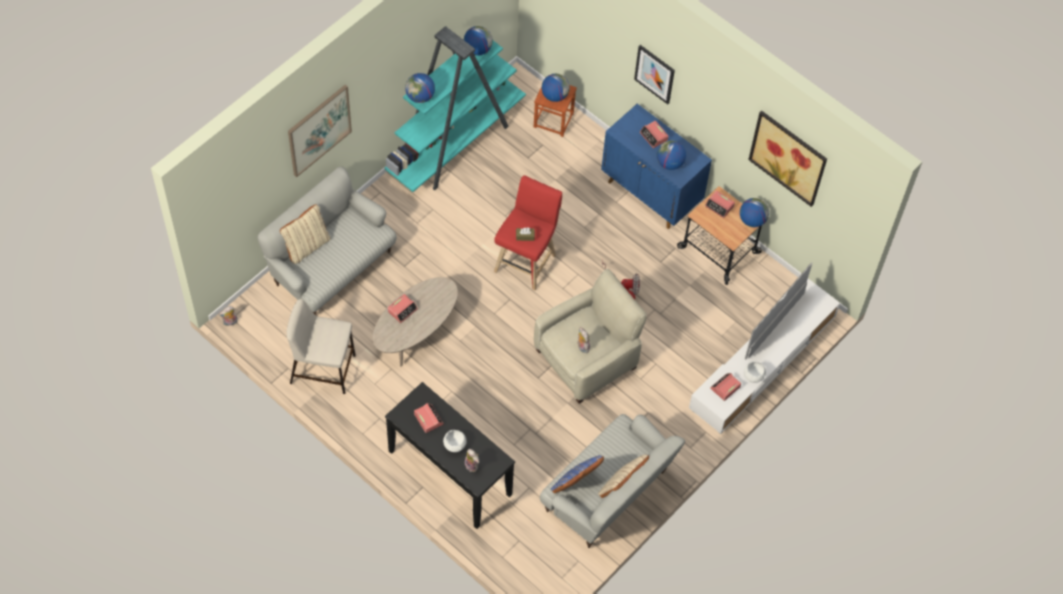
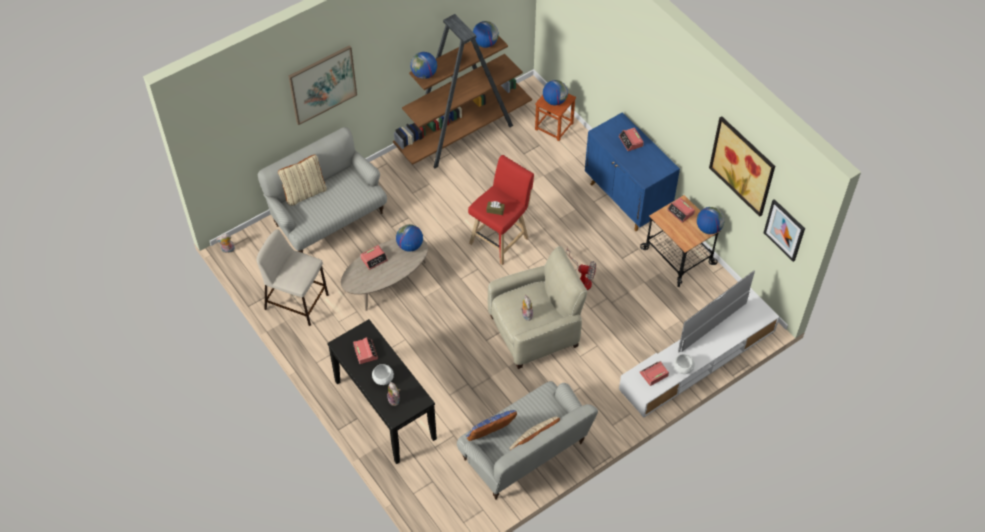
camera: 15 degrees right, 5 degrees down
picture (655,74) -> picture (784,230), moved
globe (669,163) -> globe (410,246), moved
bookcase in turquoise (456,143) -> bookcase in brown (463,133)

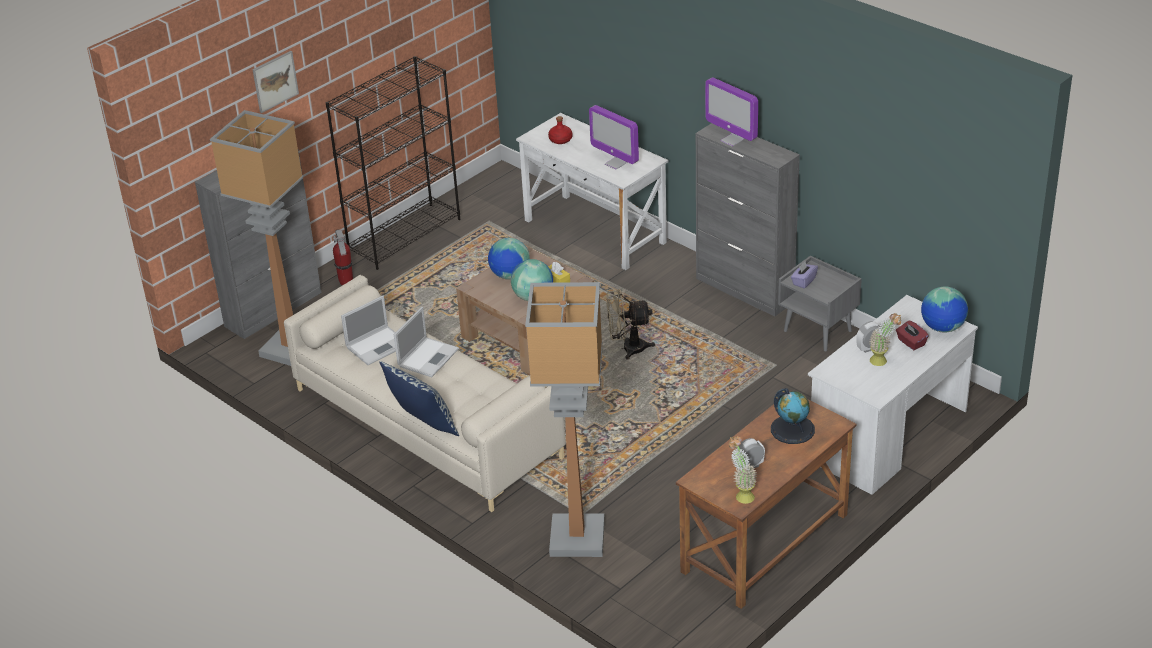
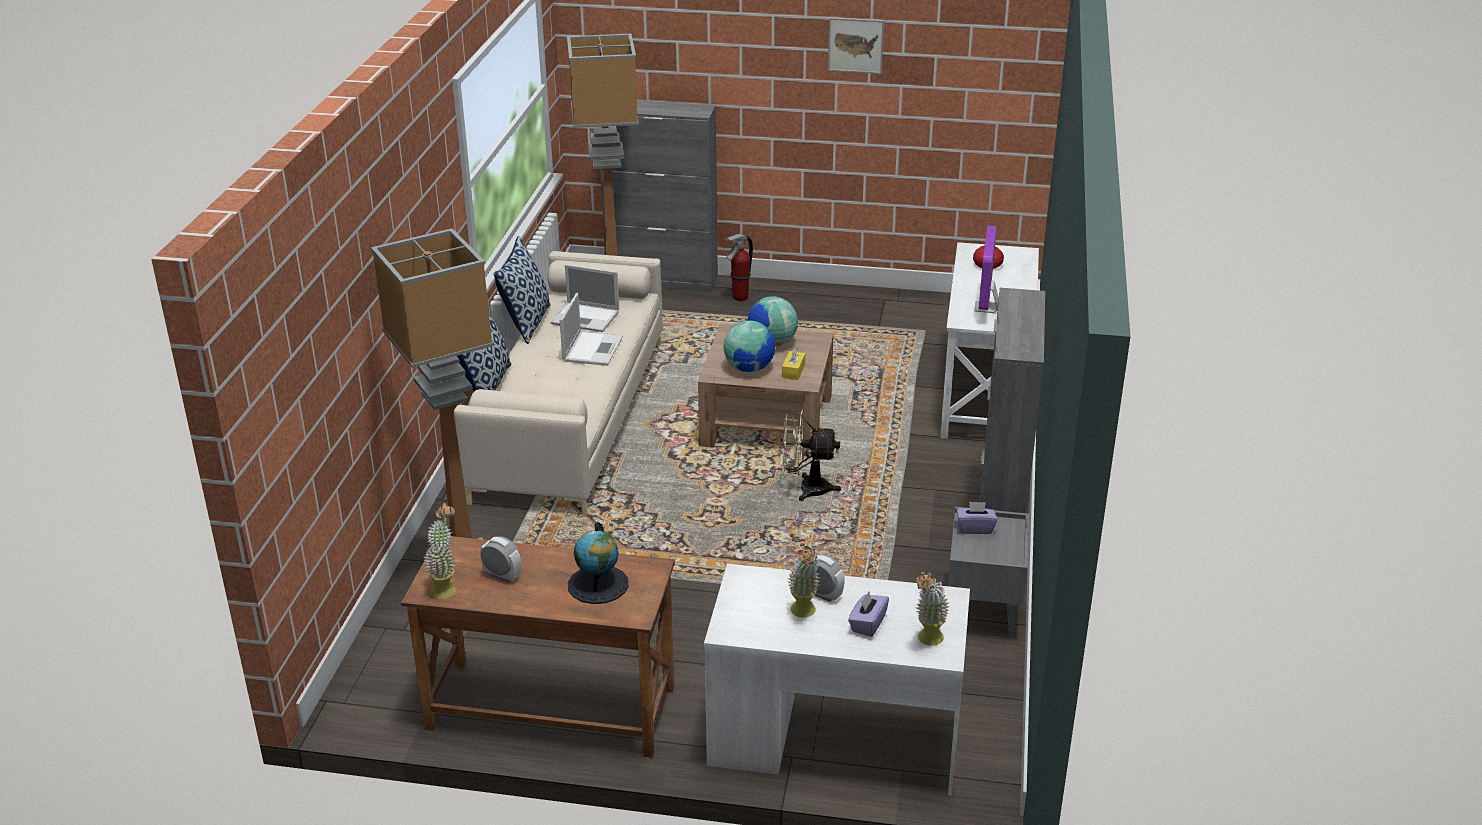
camera: 55 degrees right, 5 degrees down
bookcase in black (405,235) -> none
monitor (732,140) -> none
none -> pillow (526,323)
picture (275,81) -> picture (855,45), moved
globe (942,328) -> potted plant (927,641)
tissue box in red (911,342) -> tissue box in purple (867,624)
laptop (428,357) -> laptop (593,348), 75 degrees counterclockwise
fan in beige (627,348) -> fan in beige (806,489), 45 degrees counterclockwise

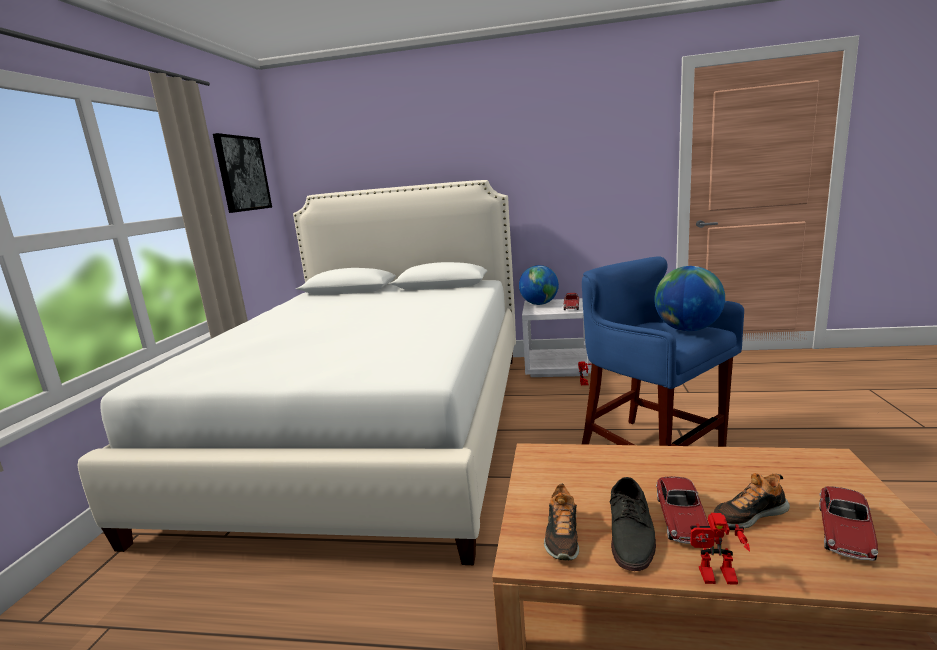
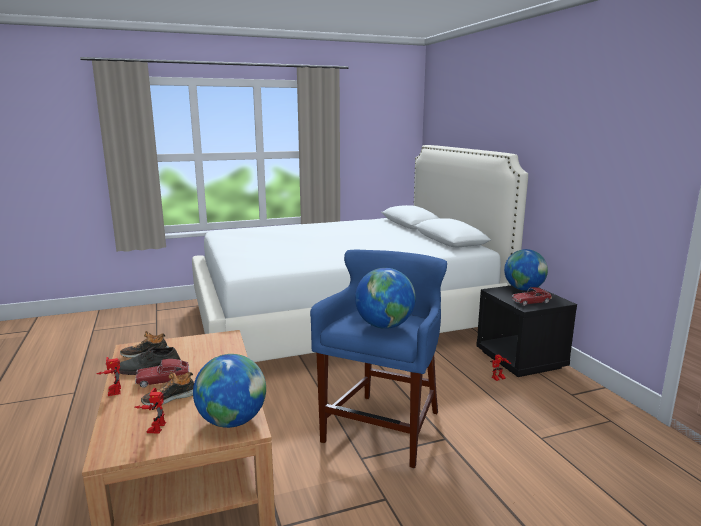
camera: 60 degrees right, 0 degrees up
picture (242,173) -> none
none -> globe (232,421)
toy car (845,532) -> toy robot (154,427)
nightstand in white (559,367) -> nightstand in black (521,360)
shoe (749,514) -> shoe (170,398), 75 degrees counterclockwise

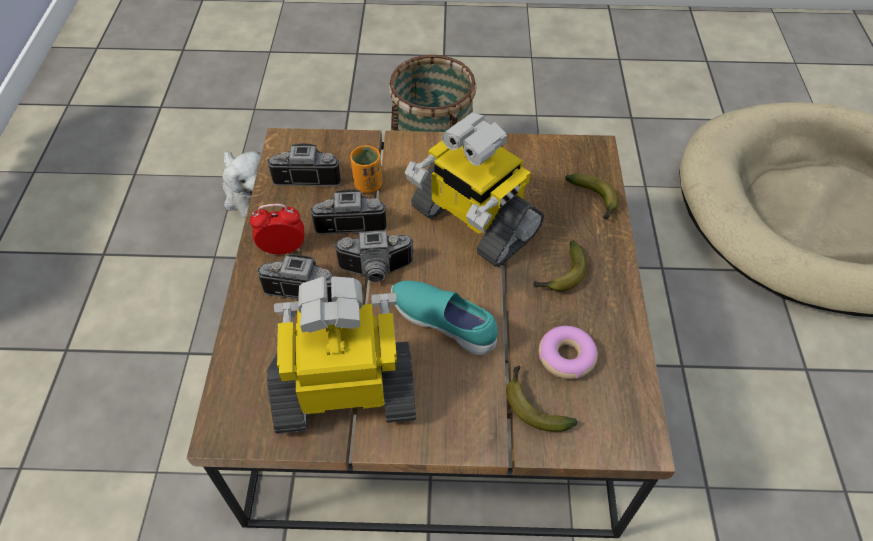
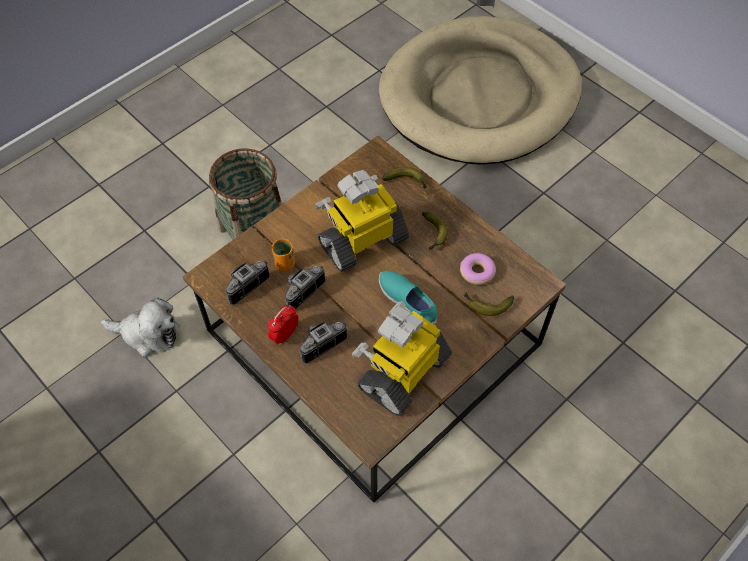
camera: 45 degrees left, 5 degrees up
photo camera (376,272) -> none
shoe in turquoise (444,323) -> shoe in turquoise (408,302), 60 degrees clockwise
toy robot (473,221) -> toy robot (362,240), 150 degrees clockwise

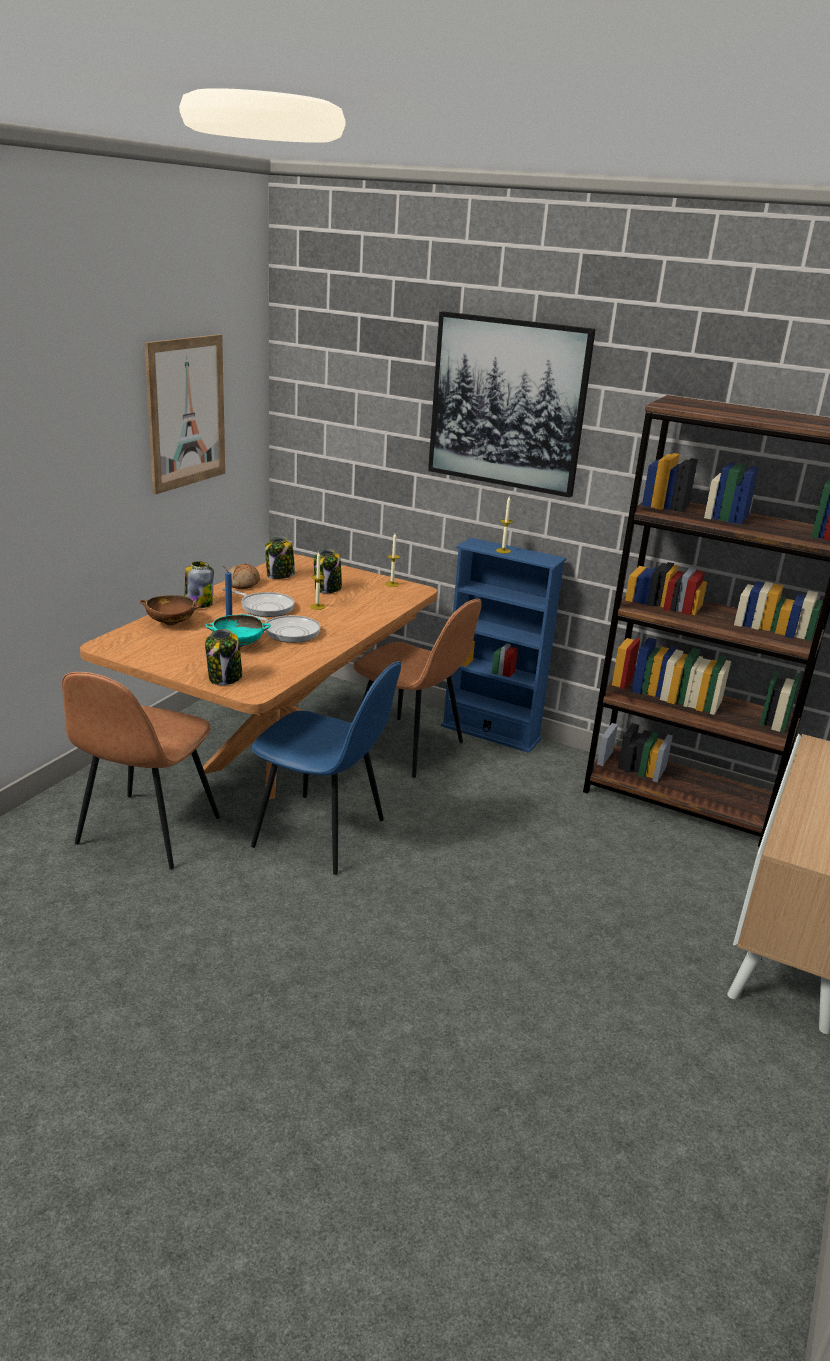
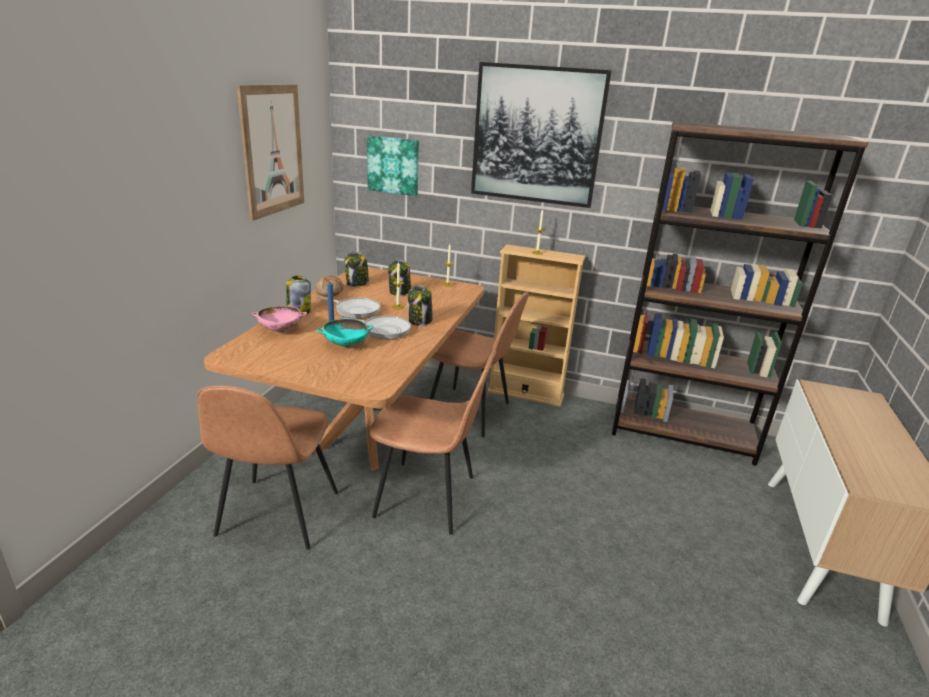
camera: 10 degrees left, 0 degrees up
none -> picture (393,165)
jar (225,678) -> jar (420,321), moved
bowl in brown (171,622) -> bowl in pink (280,330)
chair in blue (322,834) -> chair in brown (428,497)
bookcase in blue (490,732) -> bookcase in beige (526,393)

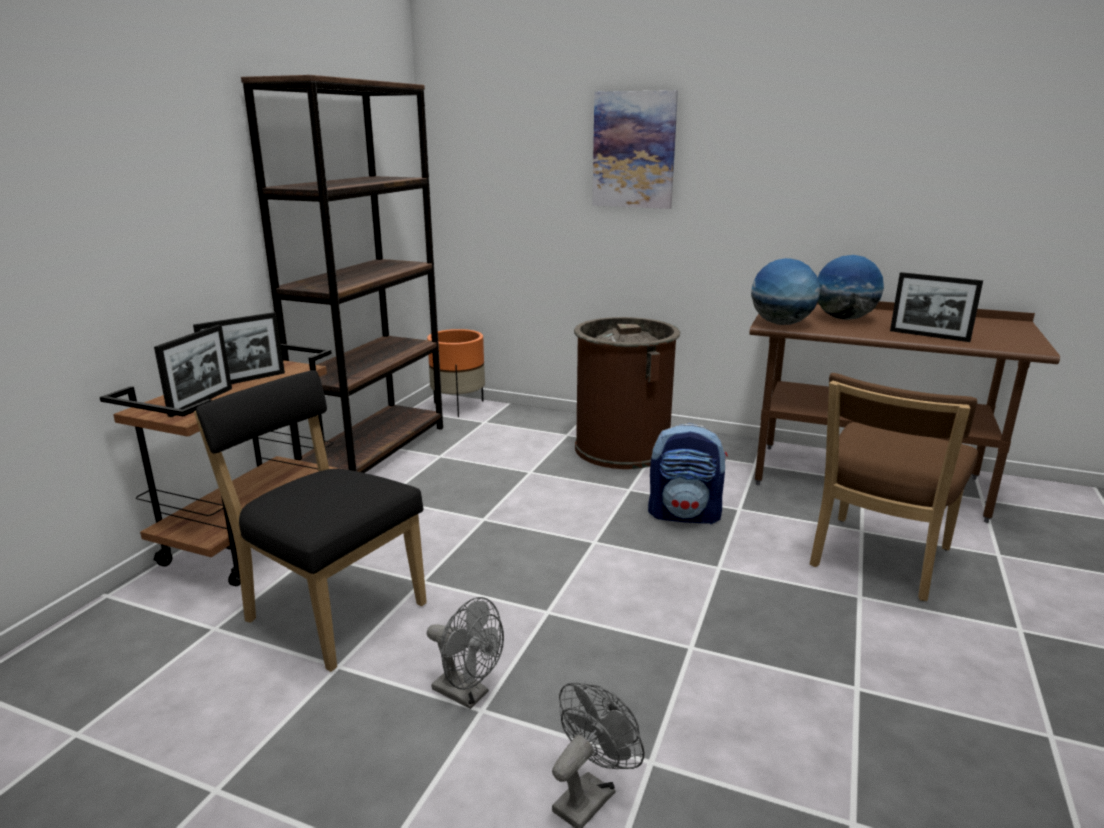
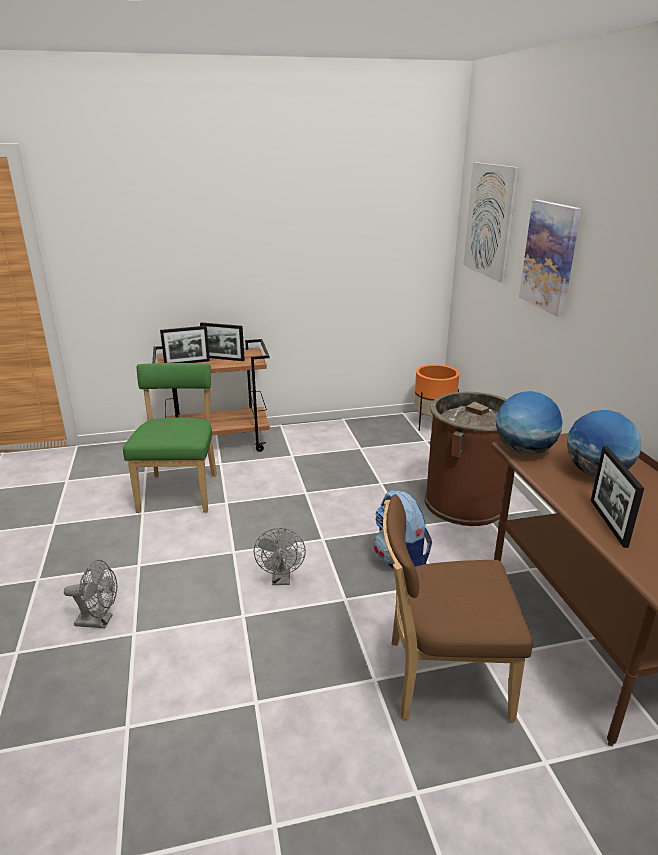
camera: 55 degrees right, 5 degrees up
bookcase in brown (375,451) -> none
none -> picture (489,221)
fan in grey (467,694) -> fan in grey (281,579), moved
chair in black (330,610) -> chair in green (180,491)

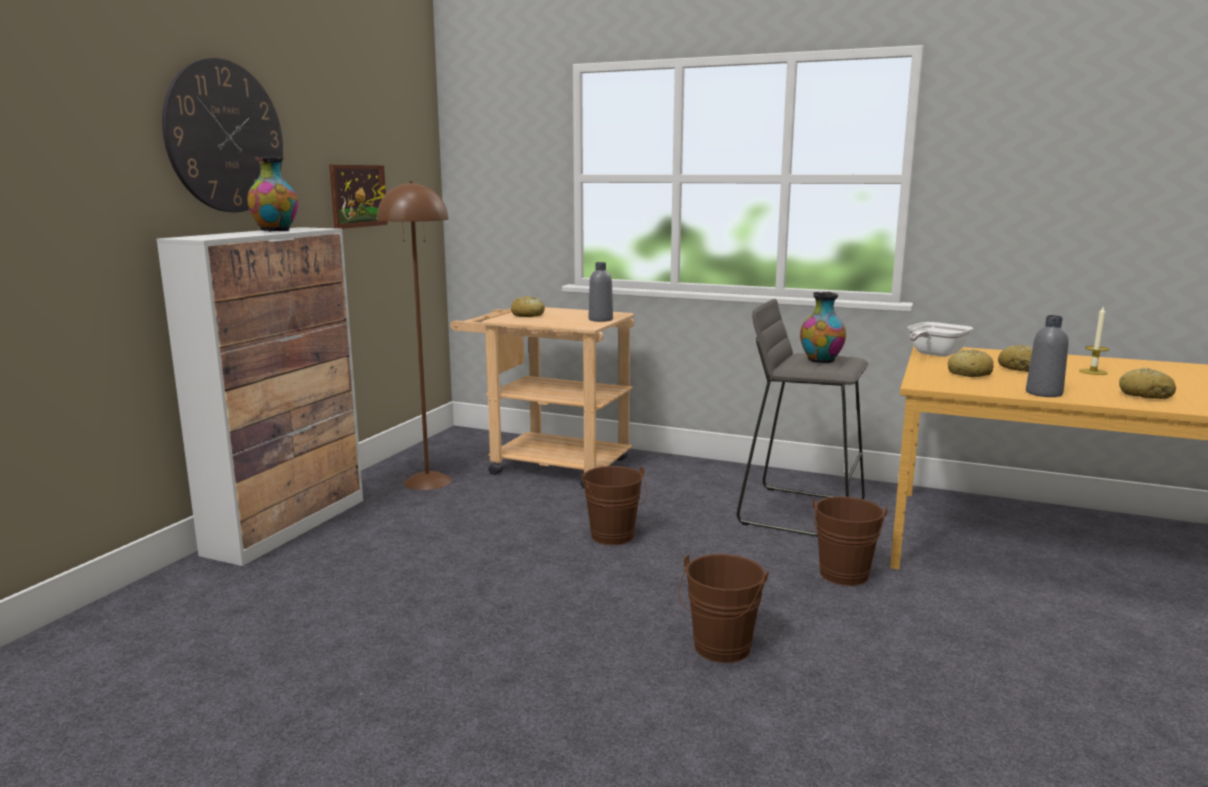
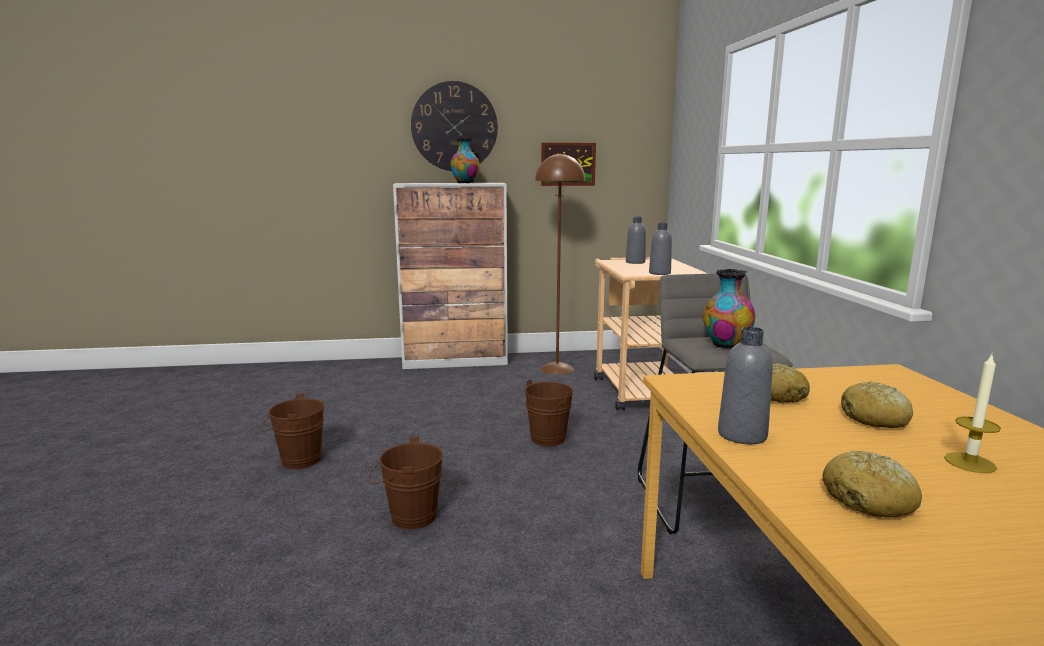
camera: 60 degrees right, 0 degrees up
frying pan (933,354) -> none
bucket in brown (843,577) -> bucket in brown (296,460), moved
bread (527,315) -> bottle in grey (635,262)

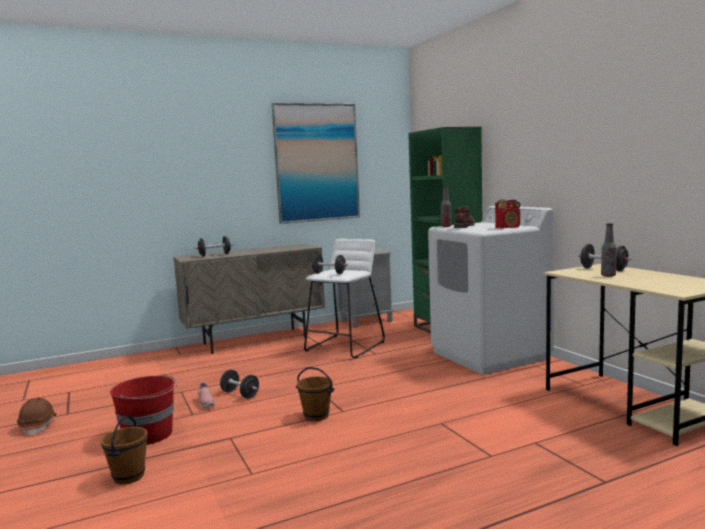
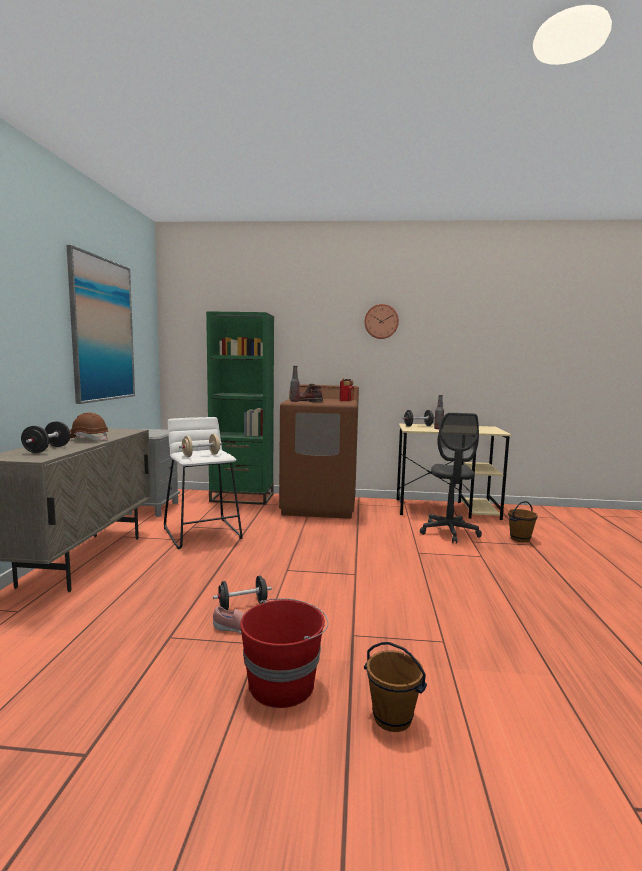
camera: 60 degrees left, 0 degrees up
none -> wall clock (381,321)
none -> office chair in grey (449,532)
hard hat in brown (39,426) -> hard hat in brown (88,439), moved
bucket in brown (316,416) -> bucket in brown (519,539), moved
dumbbell in black (329,273) -> dumbbell in beige (201,455)
washing machine in white (490,355) -> washing machine in brown (320,506)

